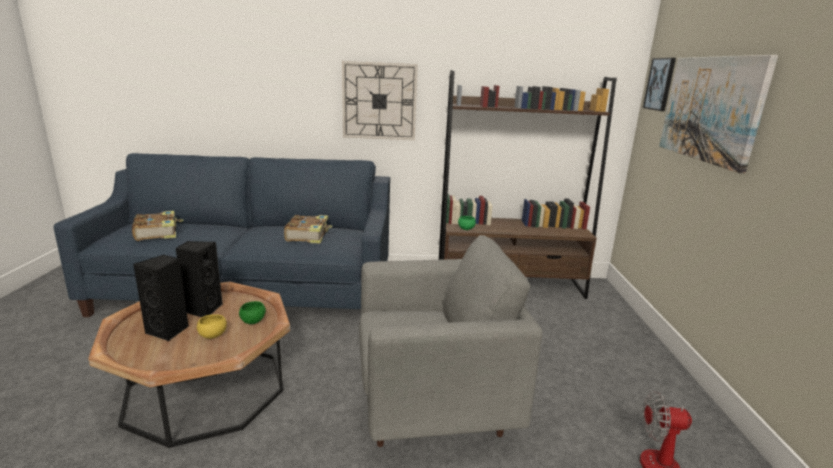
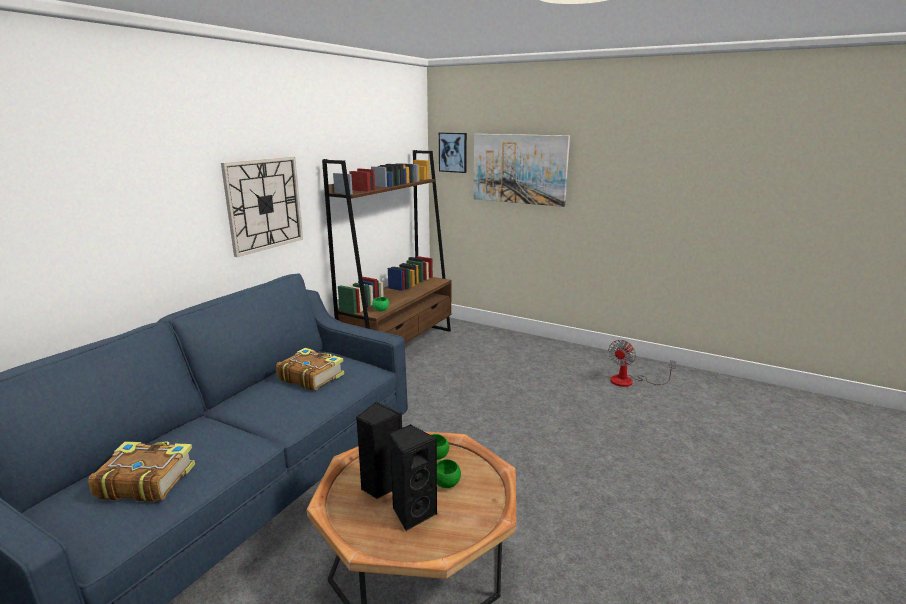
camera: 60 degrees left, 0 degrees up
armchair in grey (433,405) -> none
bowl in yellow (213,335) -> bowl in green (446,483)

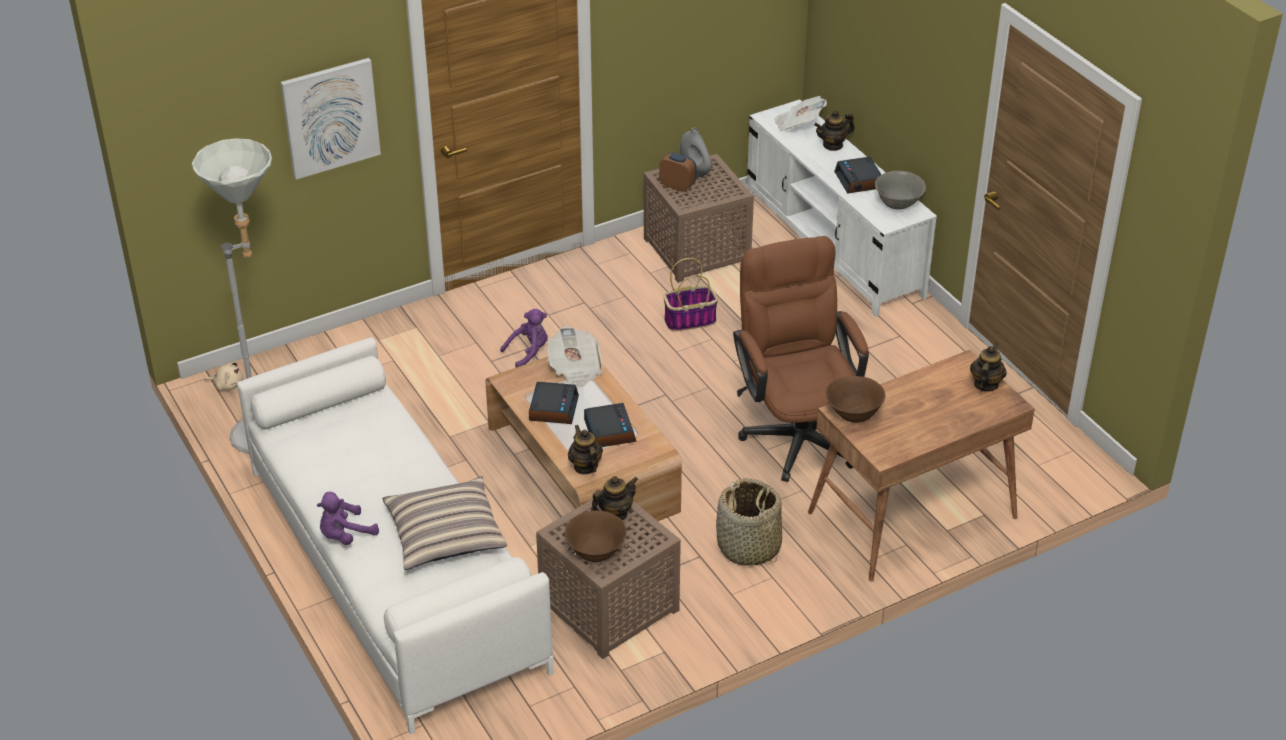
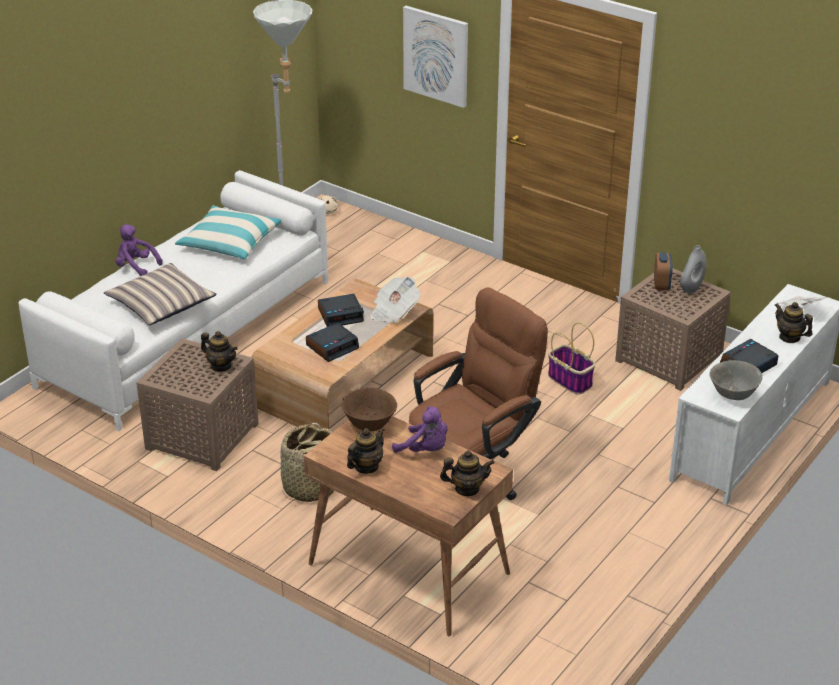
camera: 65 degrees right, 5 degrees down
bowl in brown (596,552) -> none
none -> pillow (230,242)
plush toy in purple (528,352) -> plush toy in purple (425,450), moved
teapot (585,466) -> teapot (366,467), moved

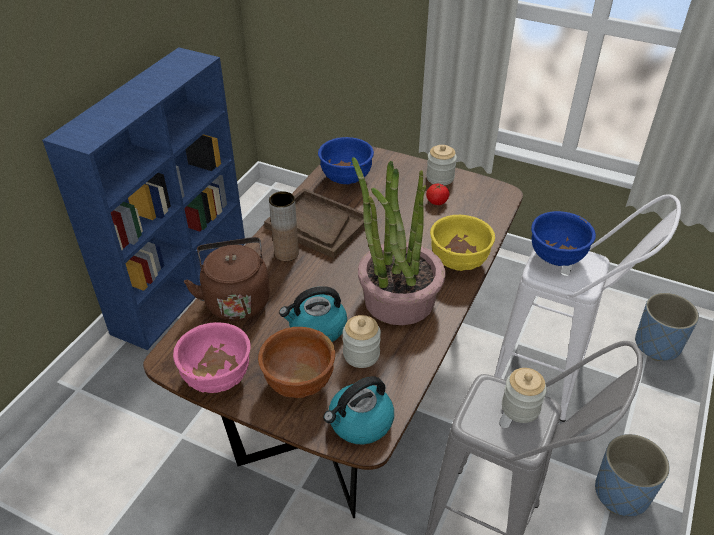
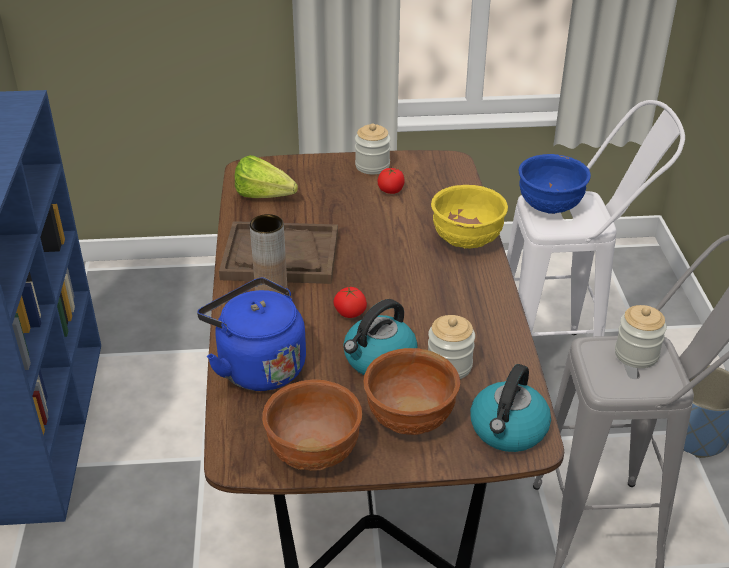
camera: 30 degrees left, 5 degrees down
potted plant (398,299) -> none
planter in blue (657,345) -> none
none -> tomato (350,313)
bowl in blue (346,178) -> lettuce (268,198)
bowl in pink (218,378) -> bowl in brown (314,453)
kettle in brown (236,299) -> kettle in blue (257,366)

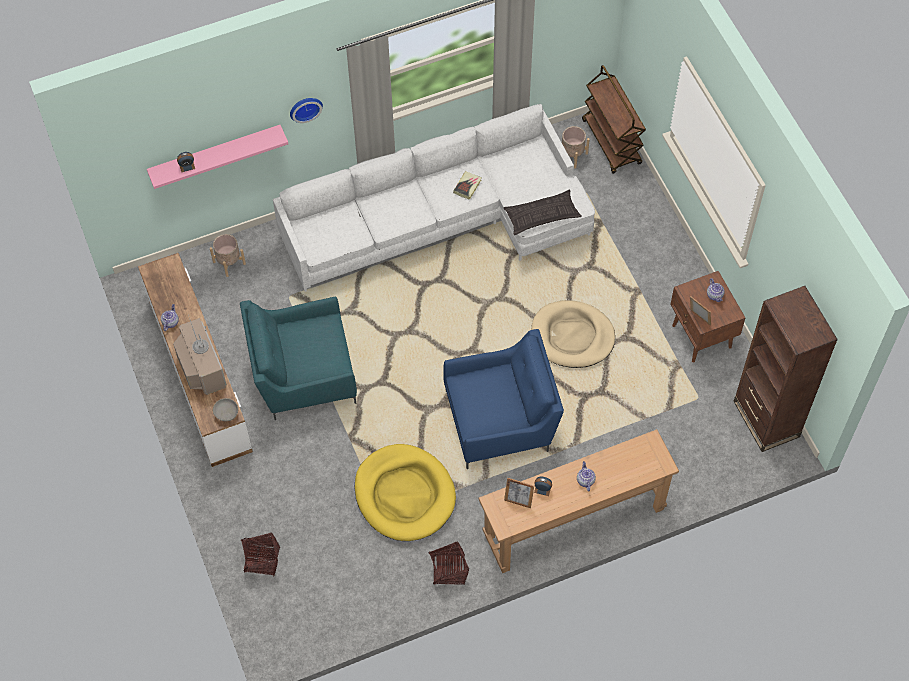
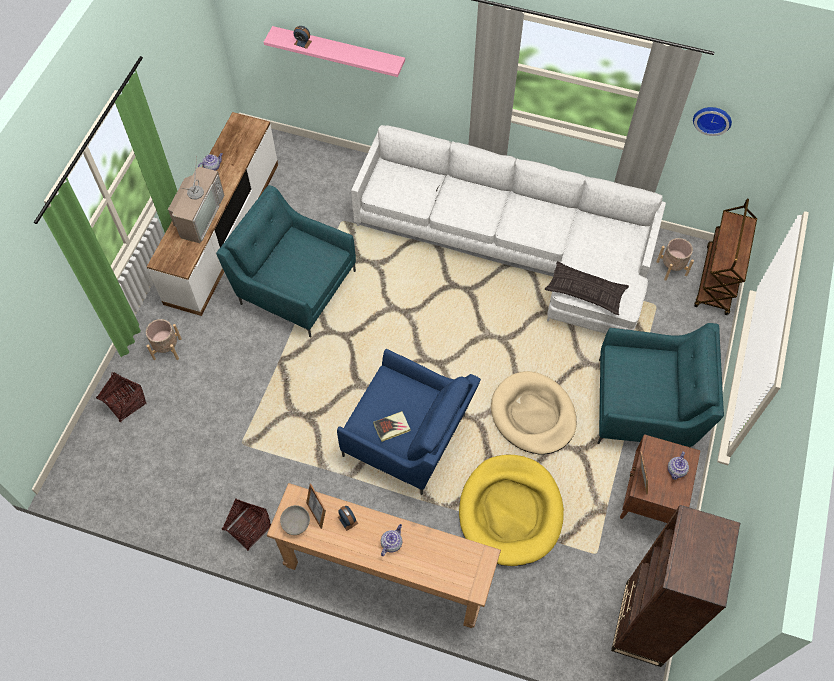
camera: 40 degrees right, 0 degrees up
none -> armchair in turquoise (647,406)
planter in beige (229,263) -> planter in beige (167,349), moved
bowl in grey (226,413) -> bowl in grey (296,523), moved
wall clock (305,107) -> wall clock (712,118), moved
dog bed in yellow (404,494) -> dog bed in yellow (510,511), moved
book (467,186) -> book (392,427), moved

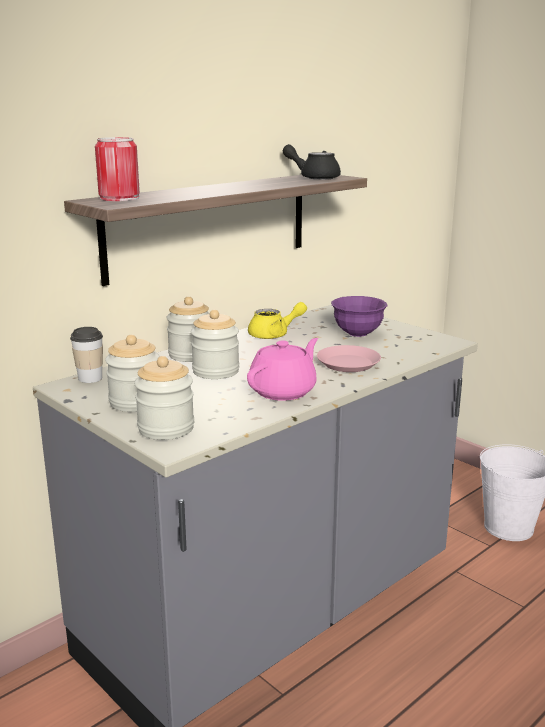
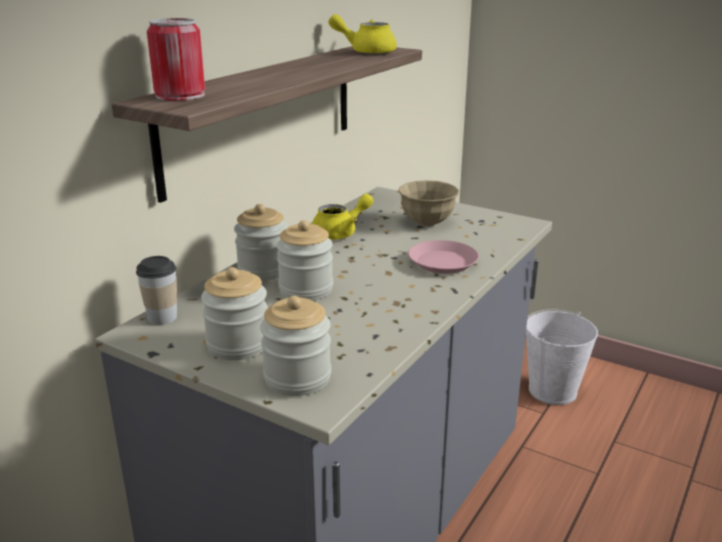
camera: 15 degrees left, 5 degrees up
teapot in pink (283,391) -> none
teapot in black (314,177) -> teapot in yellow (366,51)
bowl in purple (357,333) -> bowl in beige (427,222)

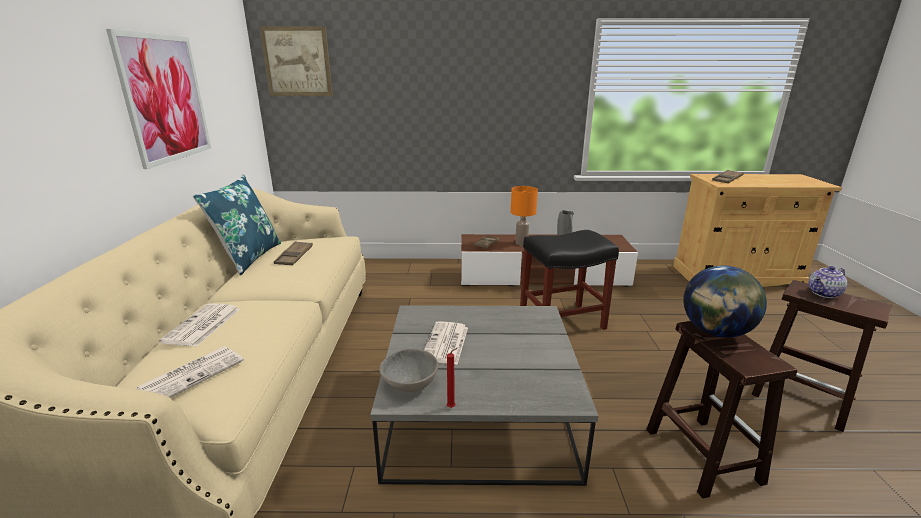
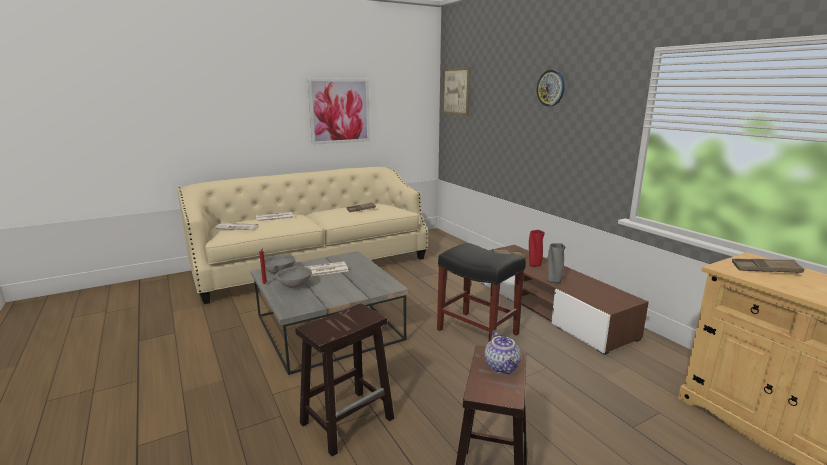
camera: 60 degrees right, 5 degrees down
pillow in blue (248,257) -> none
globe (715,332) -> none
none -> bowl in grey (294,285)
none -> wall clock (551,88)
table lamp in orange (521,243) -> vase in red (534,265)
teapot (824,294) -> teapot (502,367), 135 degrees counterclockwise

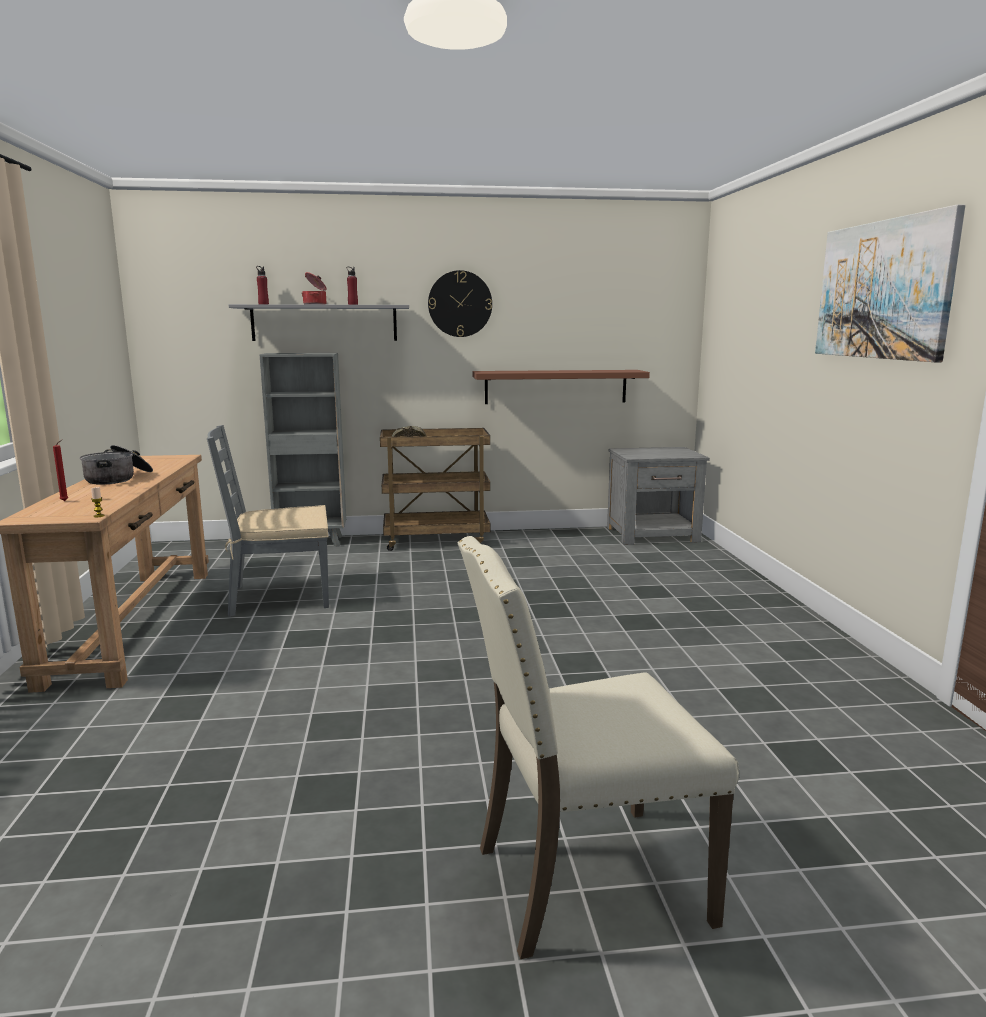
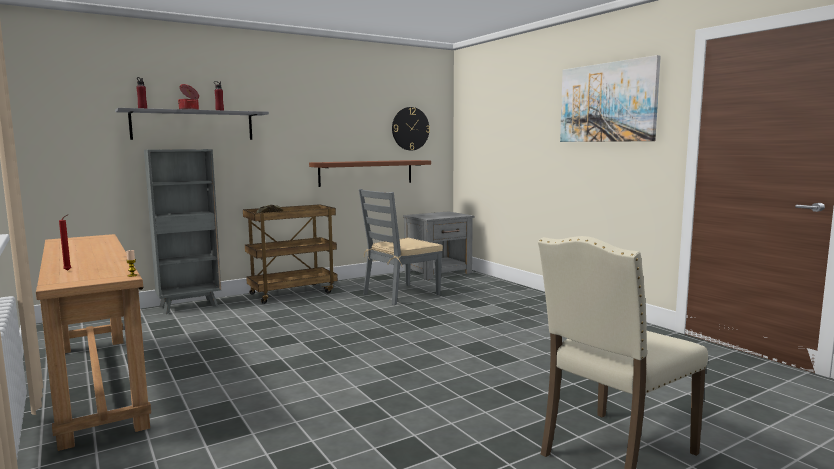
camera: 25 degrees left, 5 degrees down
cooking pot (118,478) -> none
chair in grey (279,597) -> chair in grey (400,294), moved
wall clock (460,304) -> wall clock (410,128), moved

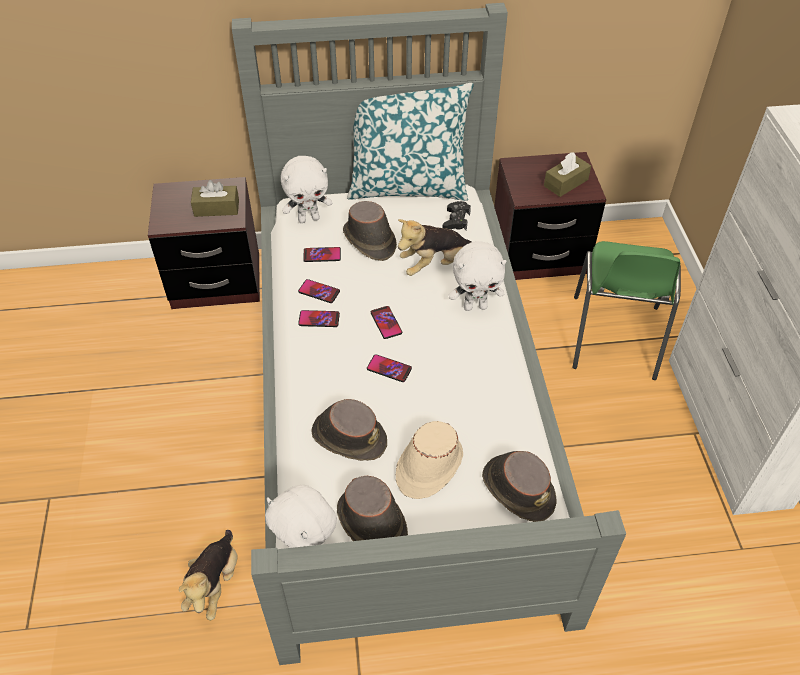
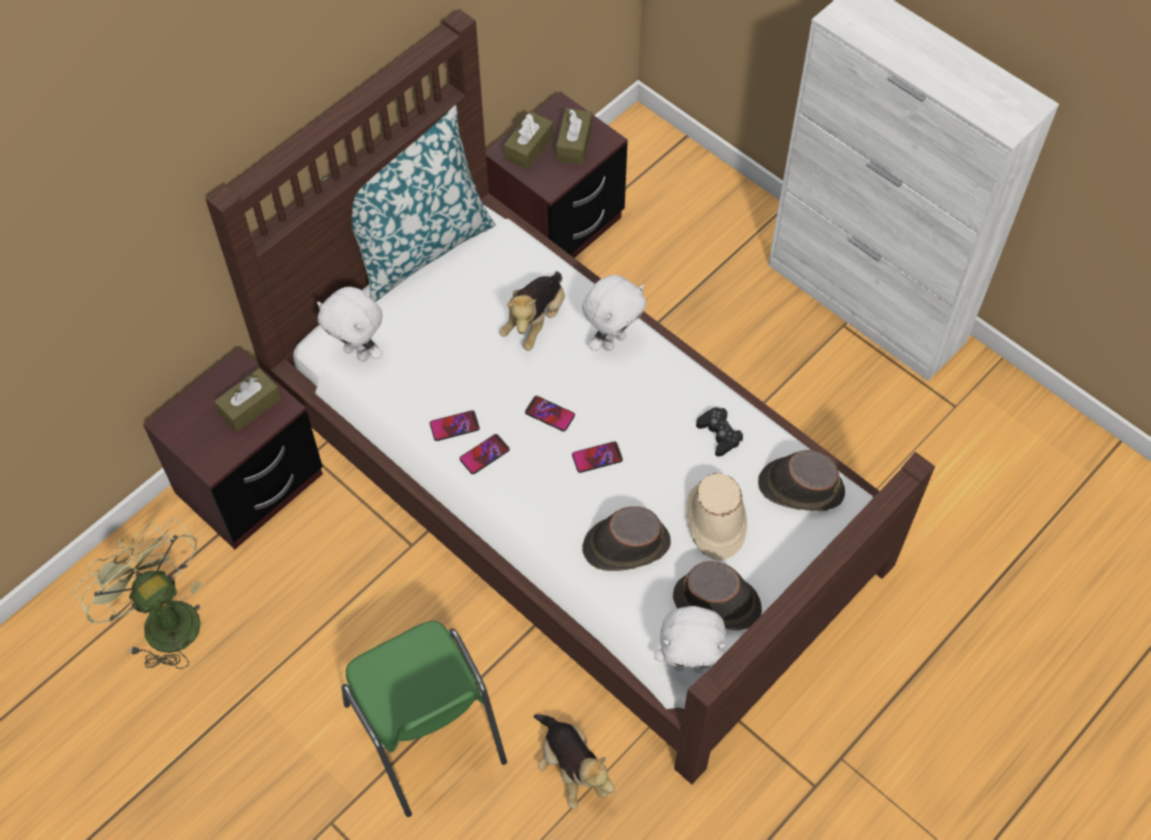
camera: 40 degrees left, 10 degrees up
phone (322,255) -> none
hat in brown (369,241) -> none
none -> fan in green (162,619)
none -> tissue box in brown (529,148)
game controller in black (456,220) -> game controller in black (719,434), moved
chair in green (614,338) -> chair in green (426,734), moved
bed in grey (399,406) -> bed in brown (573,484)
plush toy in white (309,218) -> plush toy in white (358,352), 90 degrees clockwise

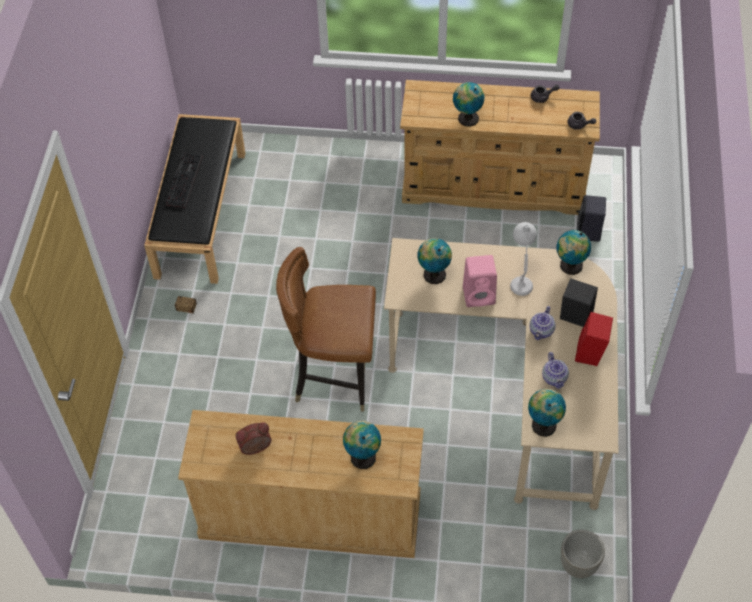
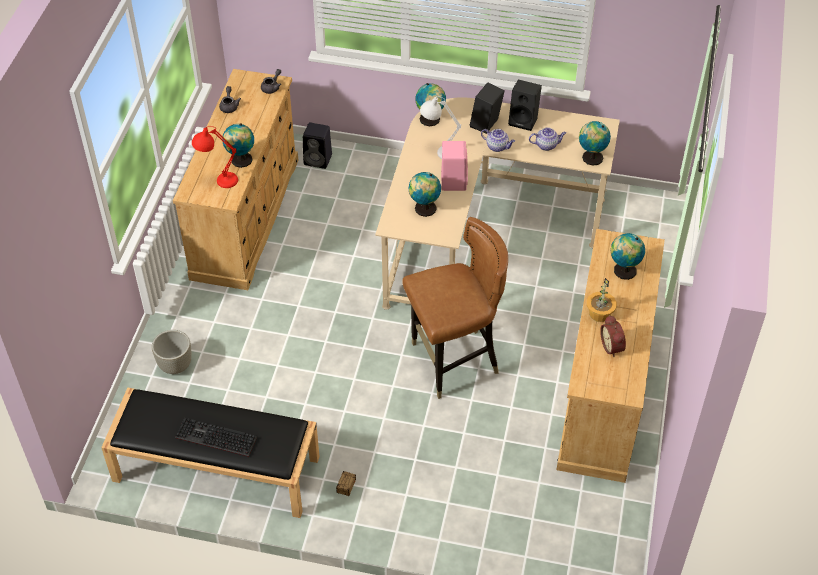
camera: 85 degrees left, 5 degrees down
none -> table lamp in red (218,182)
none -> potted plant (599,313)
planter in grey (578,564) -> planter in grey (175,365), moved
speaker in red (591,354) -> speaker in black (524,120)
chair in brown (334,377) -> chair in brown (454,362), 120 degrees counterclockwise

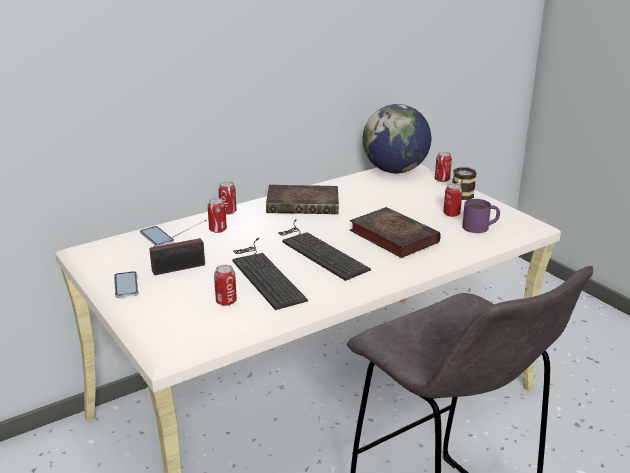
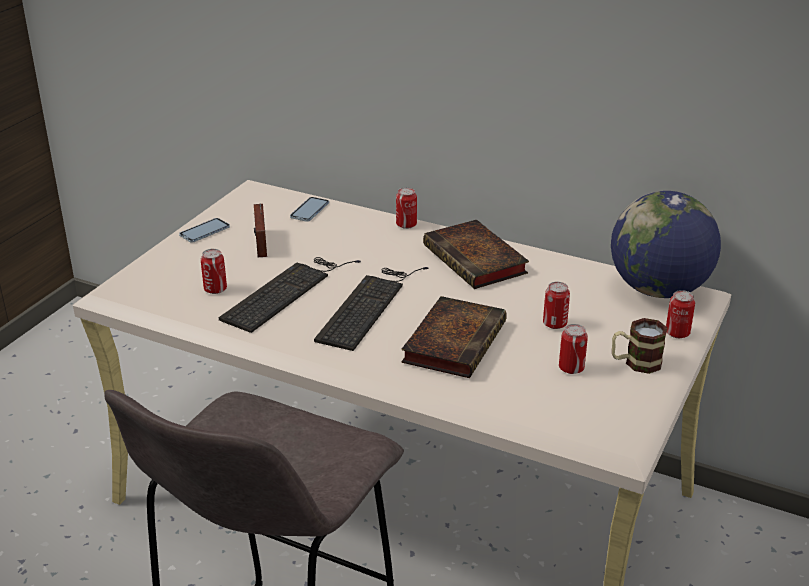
camera: 60 degrees right, 5 degrees up
mug in purple (480,227) -> none
can (218,229) -> can (554,324), moved
radio (182,268) -> radio (260,245), 45 degrees clockwise

